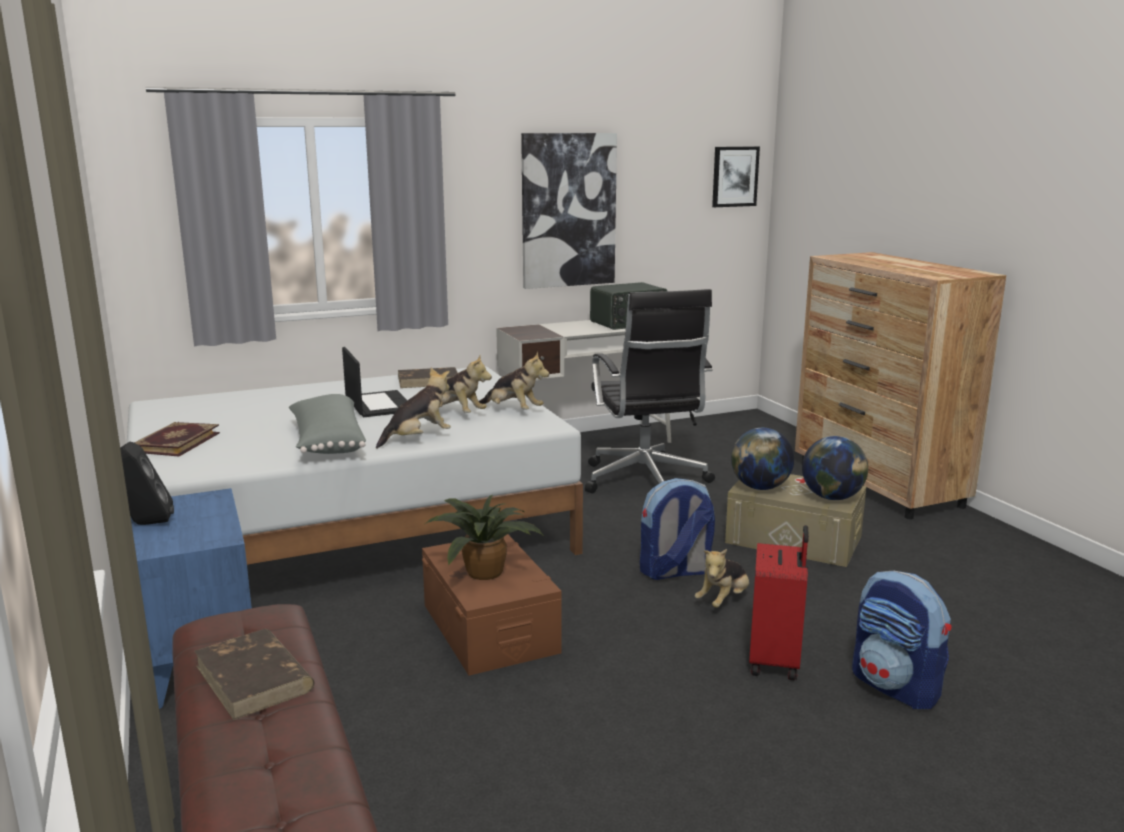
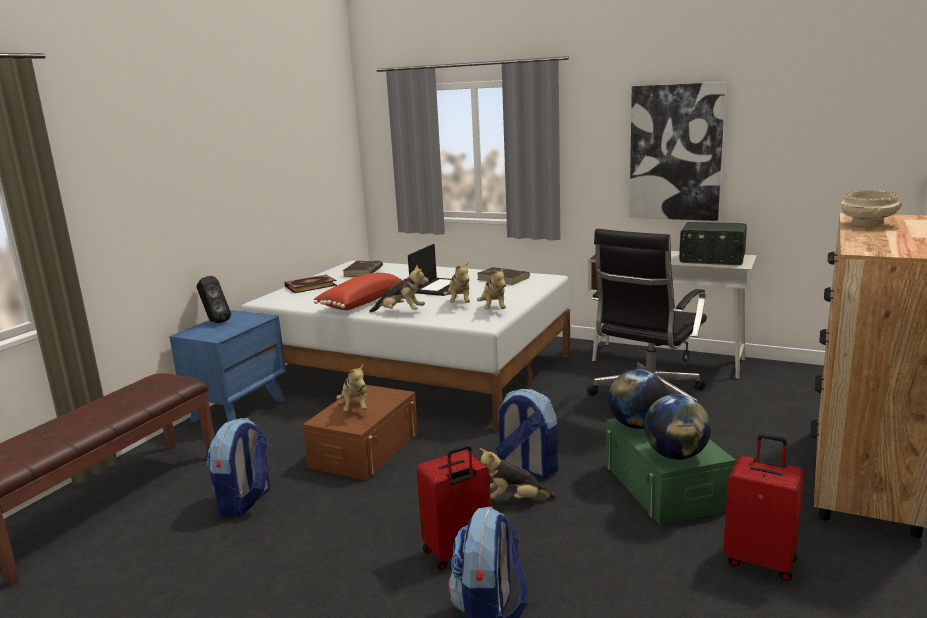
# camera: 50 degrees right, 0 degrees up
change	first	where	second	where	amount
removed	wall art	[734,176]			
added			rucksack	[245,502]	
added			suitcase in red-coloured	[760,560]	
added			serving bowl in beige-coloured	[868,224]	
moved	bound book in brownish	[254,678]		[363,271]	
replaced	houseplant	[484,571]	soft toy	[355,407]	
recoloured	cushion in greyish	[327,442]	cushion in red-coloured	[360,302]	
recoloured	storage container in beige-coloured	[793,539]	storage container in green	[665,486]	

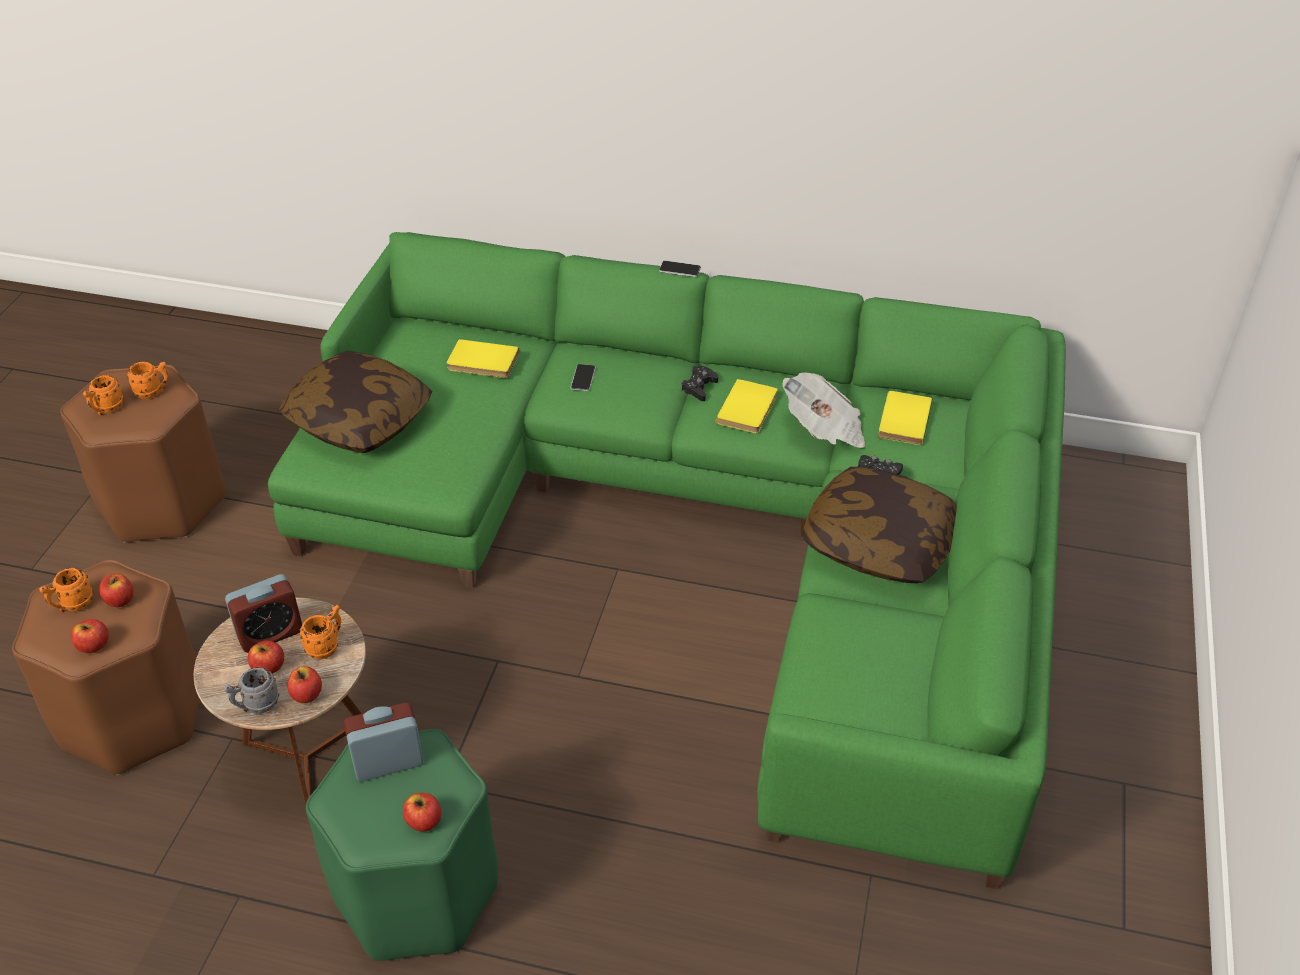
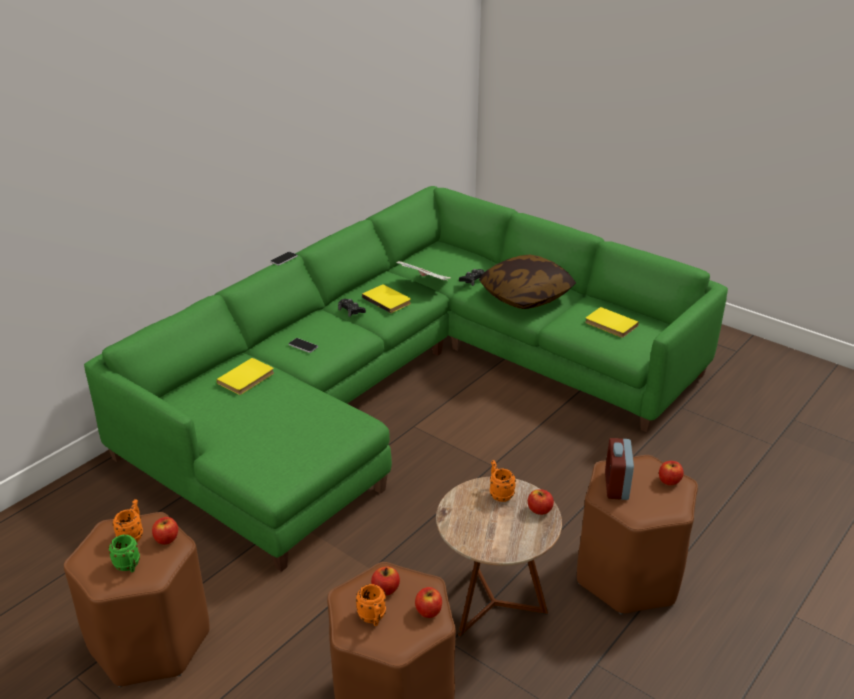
# camera: 65 degrees left, 10 degrees down
change	first	where	second	where	amount
removed	coffee mug in greyish	[256,705]			
removed	table clock	[270,634]			
removed	cushion	[360,420]			
moved	apple	[268,667]		[166,539]	
moved	bound book in yellow-coloured	[902,420]		[610,325]	
recoloured	coffee mug in orange-coloured	[106,409]	coffee mug in green	[129,566]	
recoloured	sitting stool in green	[416,894]	sitting stool in brownish	[629,575]	

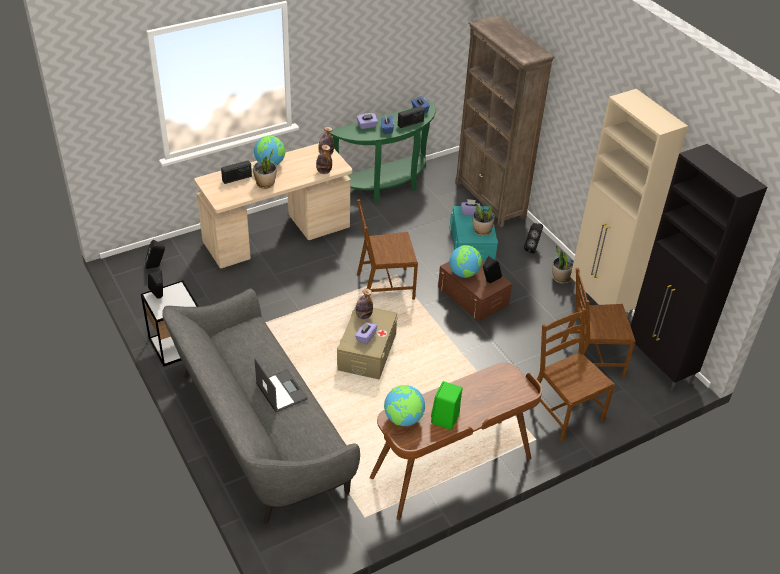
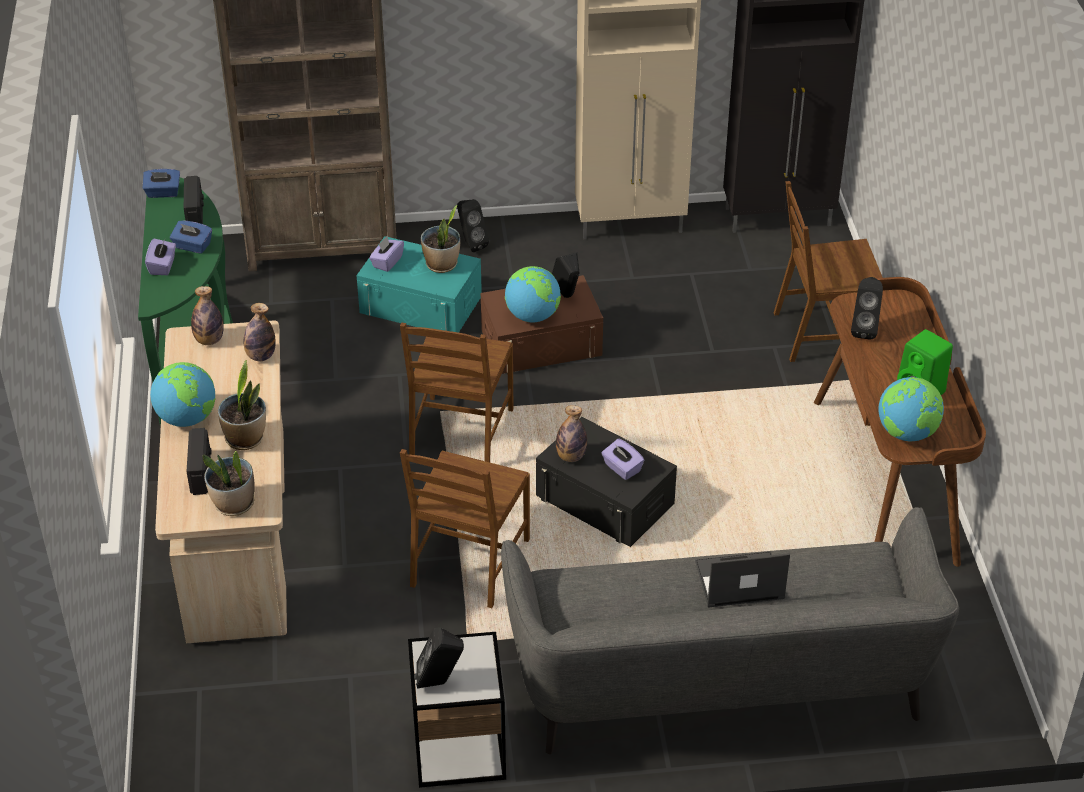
# camera: 65 degrees left, 0 degrees up
change	first	where	second	where	amount
moved	audio speaker in blackish	[156,266]		[864,329]	
moved	houseplant	[561,278]		[234,504]	
moved	chair in brownish	[591,359]		[469,563]	
recoloured	storage container in beige-coloured	[367,352]	storage container in blackish	[605,500]	

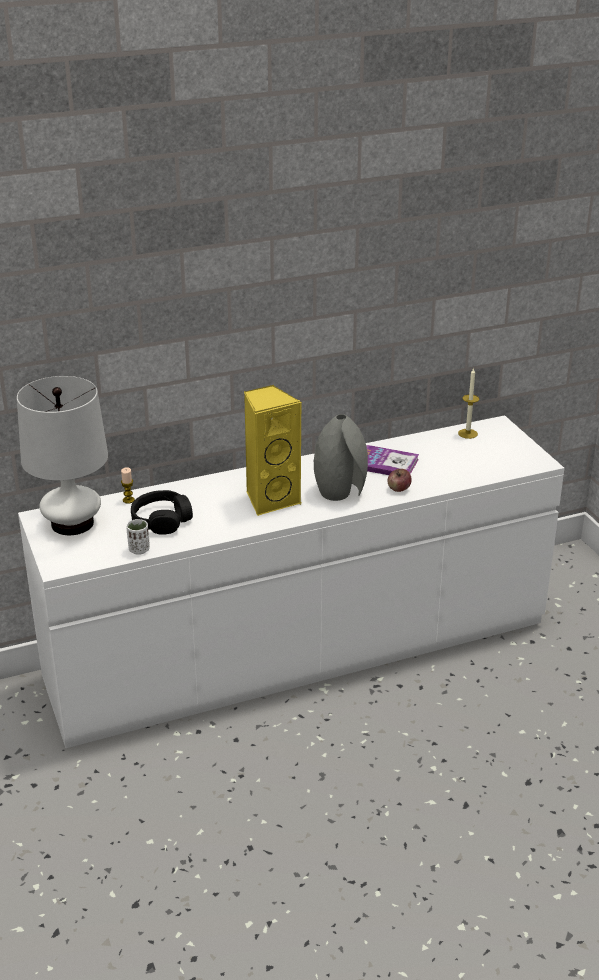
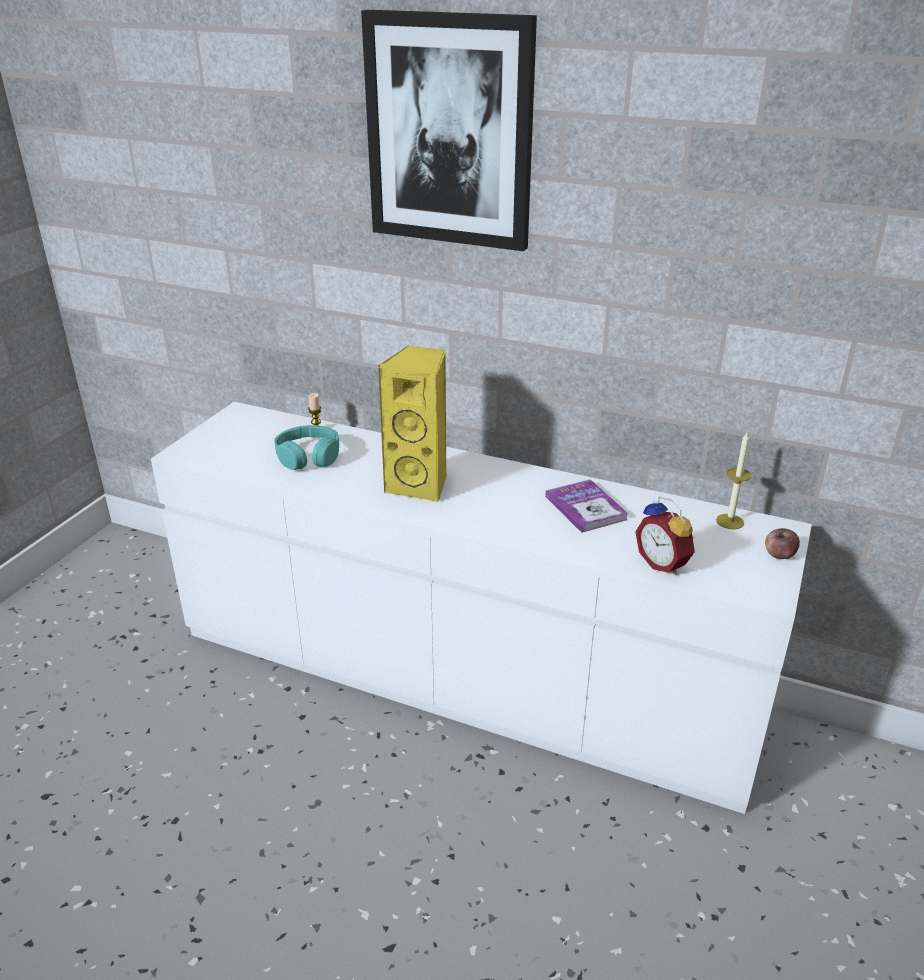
# camera: 45 degrees right, 0 degrees up
change	first	where	second	where	amount
removed	table lamp in whitish	[72,523]			
removed	cup in whitish	[139,550]			
removed	vase in greyish	[341,491]			
added			wall art	[450,132]	
added			table clock	[664,563]	
moved	apple	[399,489]		[779,555]	
recoloured	headphones in blackish	[161,520]	headphones in turquoise-coloured	[308,457]	

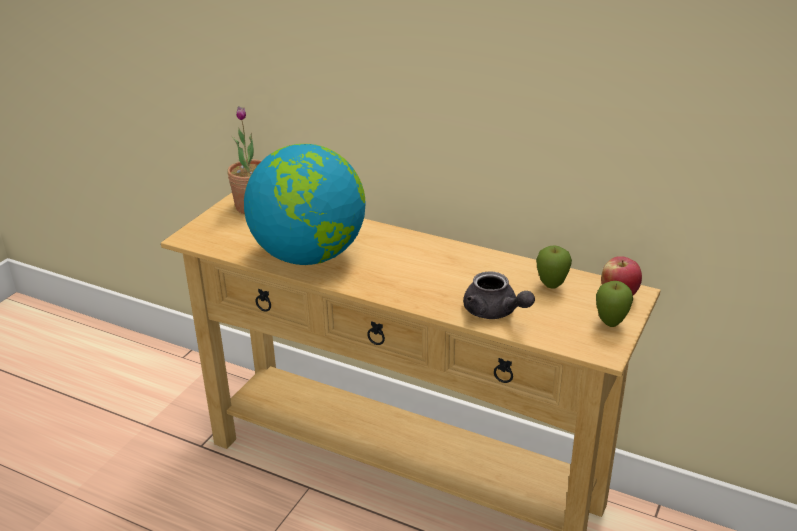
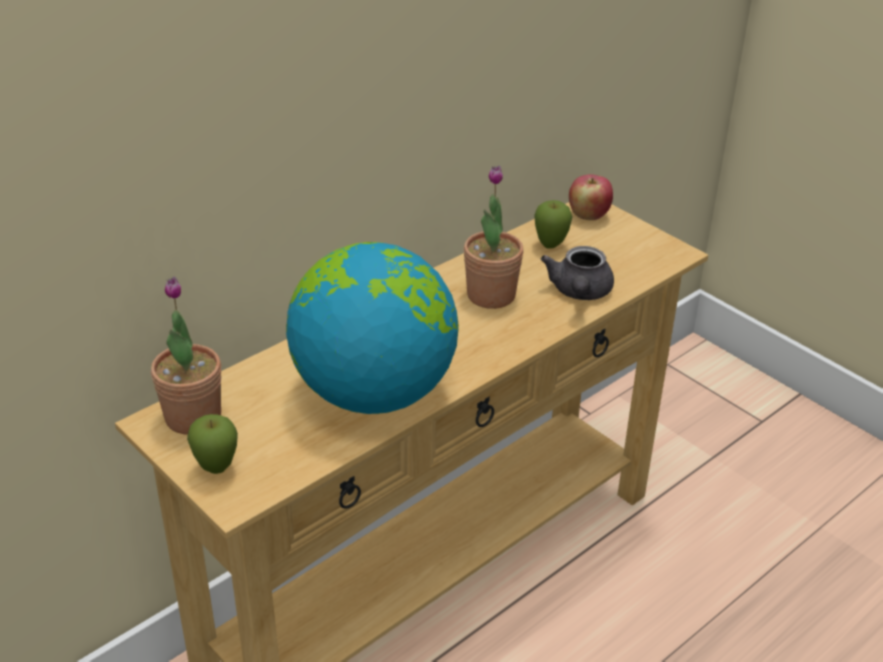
# camera: 70 degrees left, 5 degrees up
change	first	where	second	where	amount
added			houseplant	[491,295]	
moved	apple	[610,324]		[217,469]	
turned	teapot in greyish	[494,312]		[579,293]	120 degrees clockwise

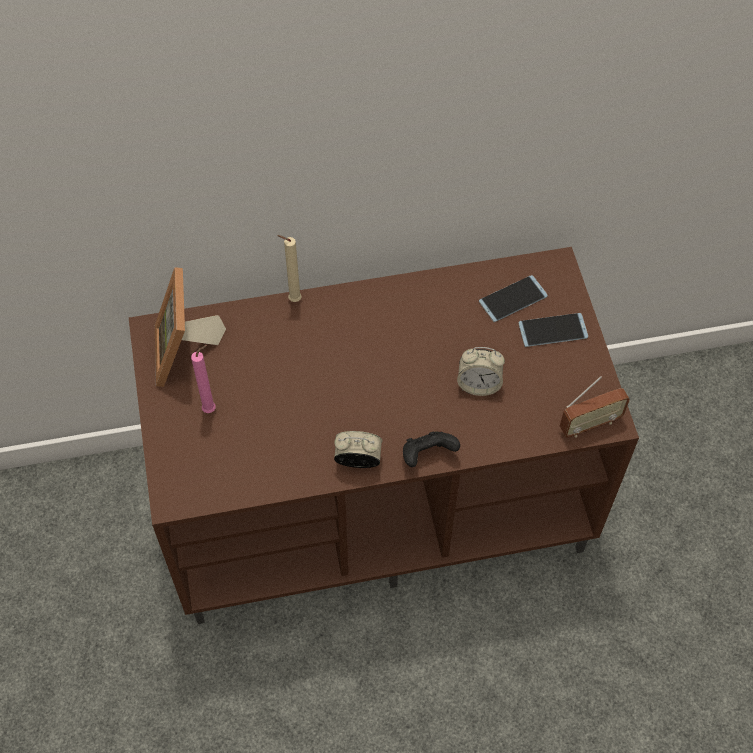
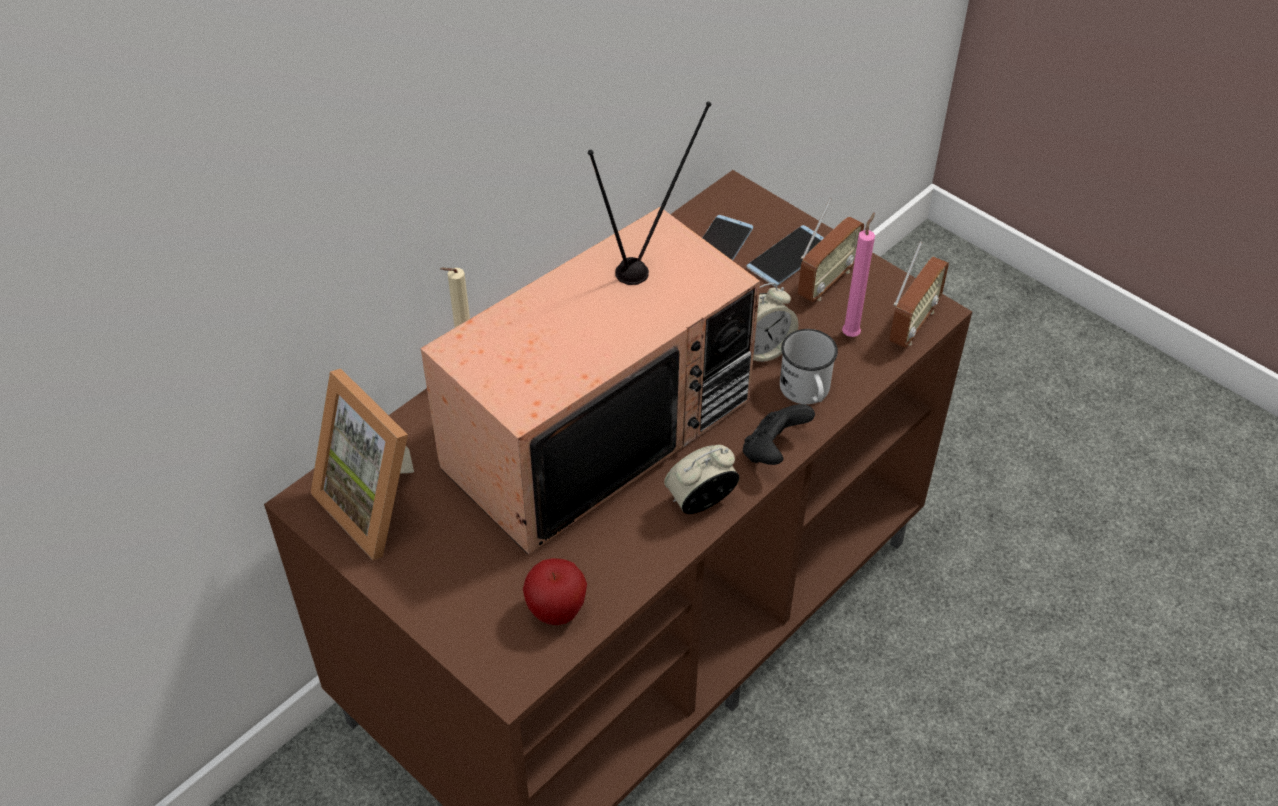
# camera: 35 degrees left, 10 degrees down
change	first	where	second	where	amount
added			television	[596,428]	
added			apple	[556,612]	
added			coffee mug in whitish	[807,393]	
added			radio	[826,282]	
moved	wax light in pink	[211,409]		[851,333]	

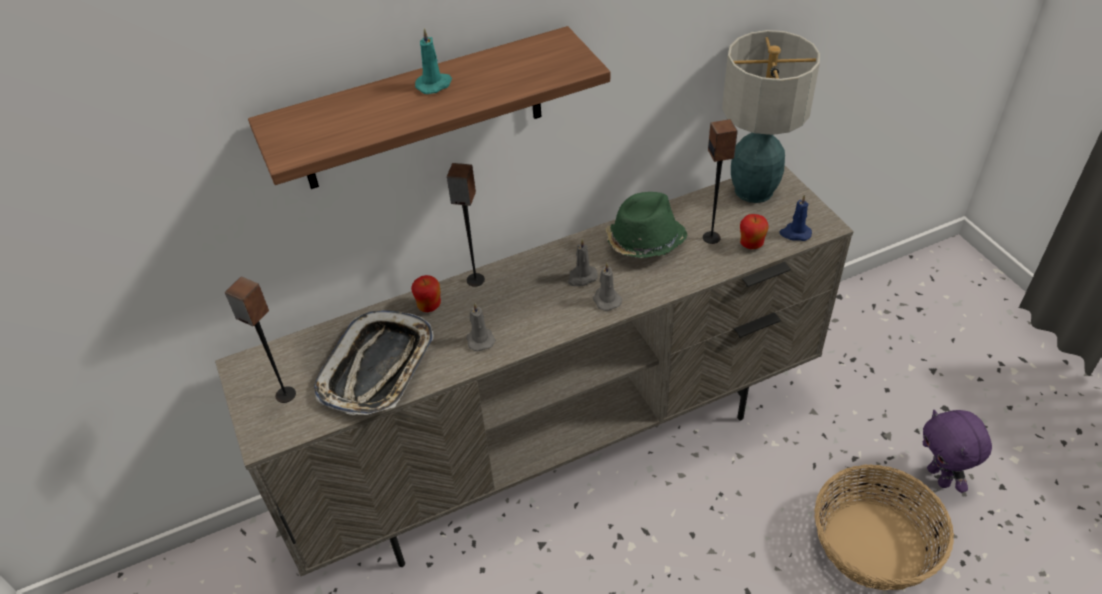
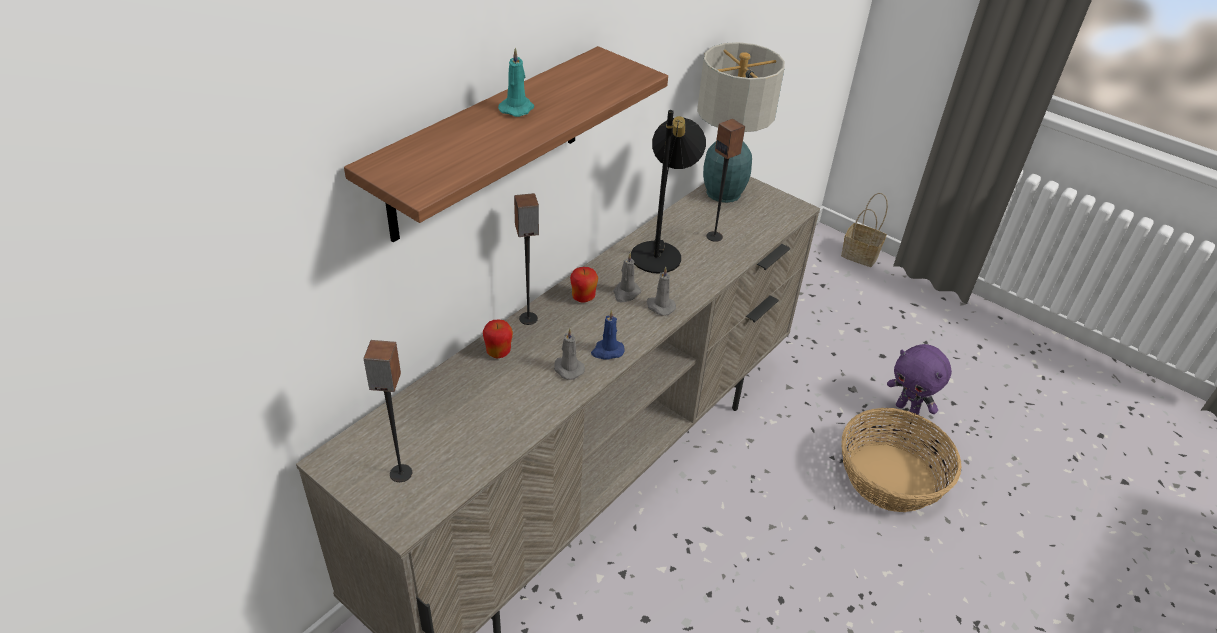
# camera: 30 degrees left, 5 degrees down
change	first	where	second	where	amount
removed	serving tray	[378,368]			
added			household basket	[861,255]	
moved	apple	[751,244]		[583,298]	
moved	wax light in blue-coloured	[795,233]		[607,351]	
replaced	clothing hat in green	[644,241]	table lamp in blackish	[660,252]	

